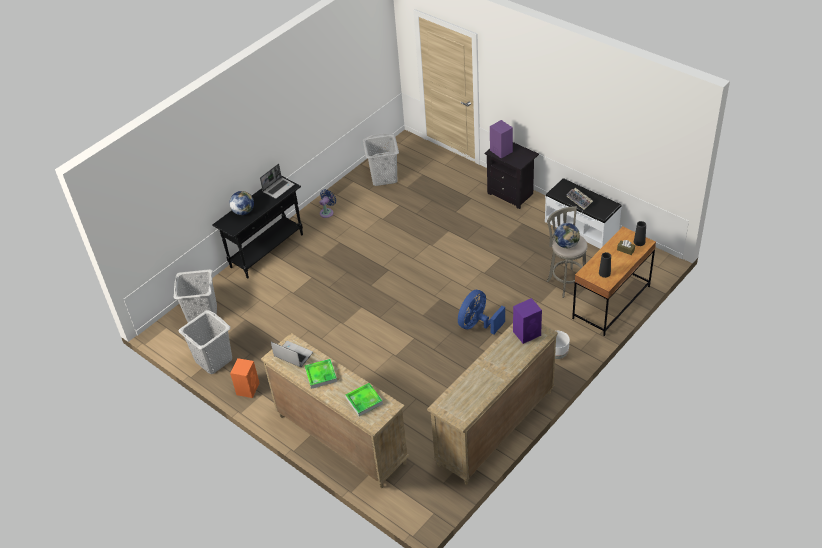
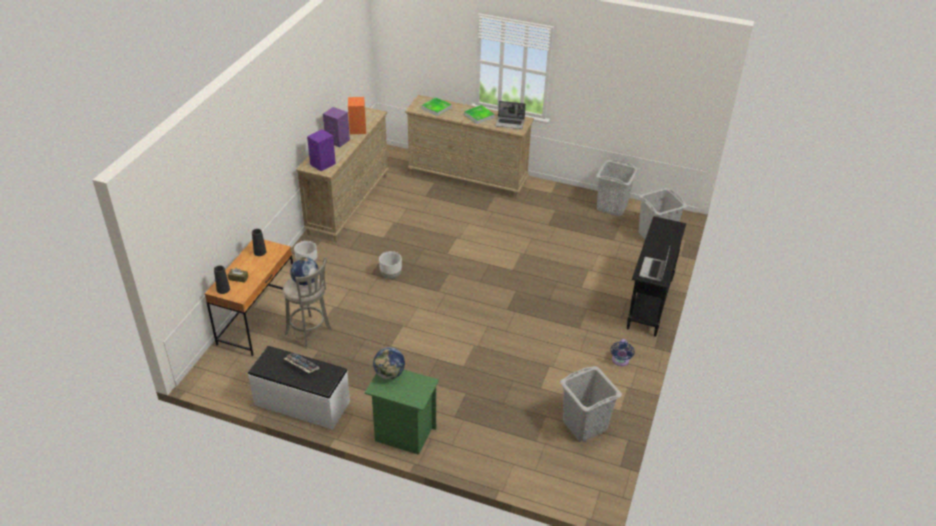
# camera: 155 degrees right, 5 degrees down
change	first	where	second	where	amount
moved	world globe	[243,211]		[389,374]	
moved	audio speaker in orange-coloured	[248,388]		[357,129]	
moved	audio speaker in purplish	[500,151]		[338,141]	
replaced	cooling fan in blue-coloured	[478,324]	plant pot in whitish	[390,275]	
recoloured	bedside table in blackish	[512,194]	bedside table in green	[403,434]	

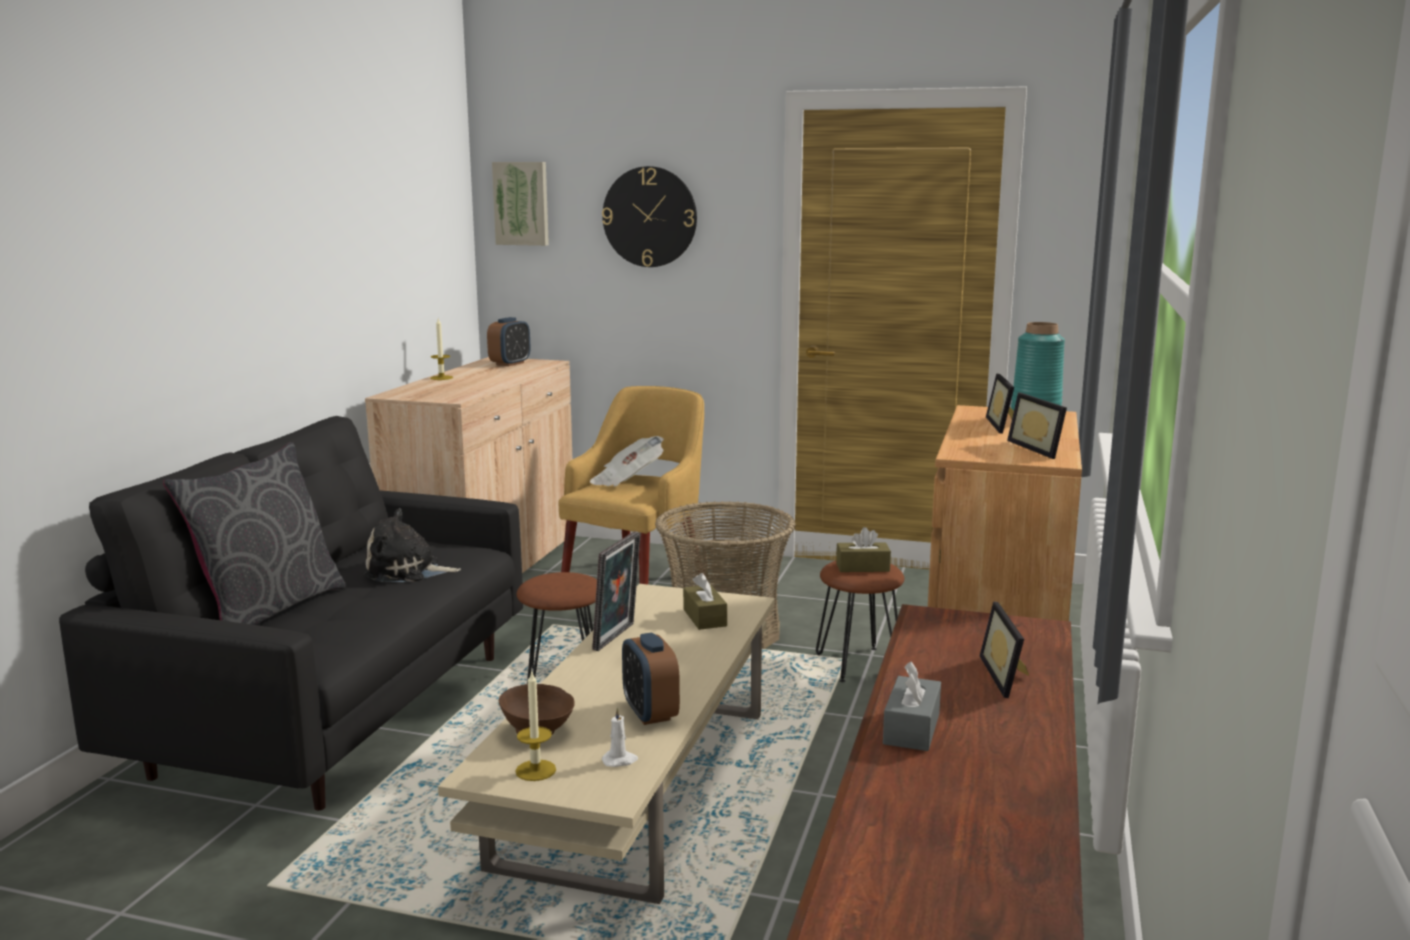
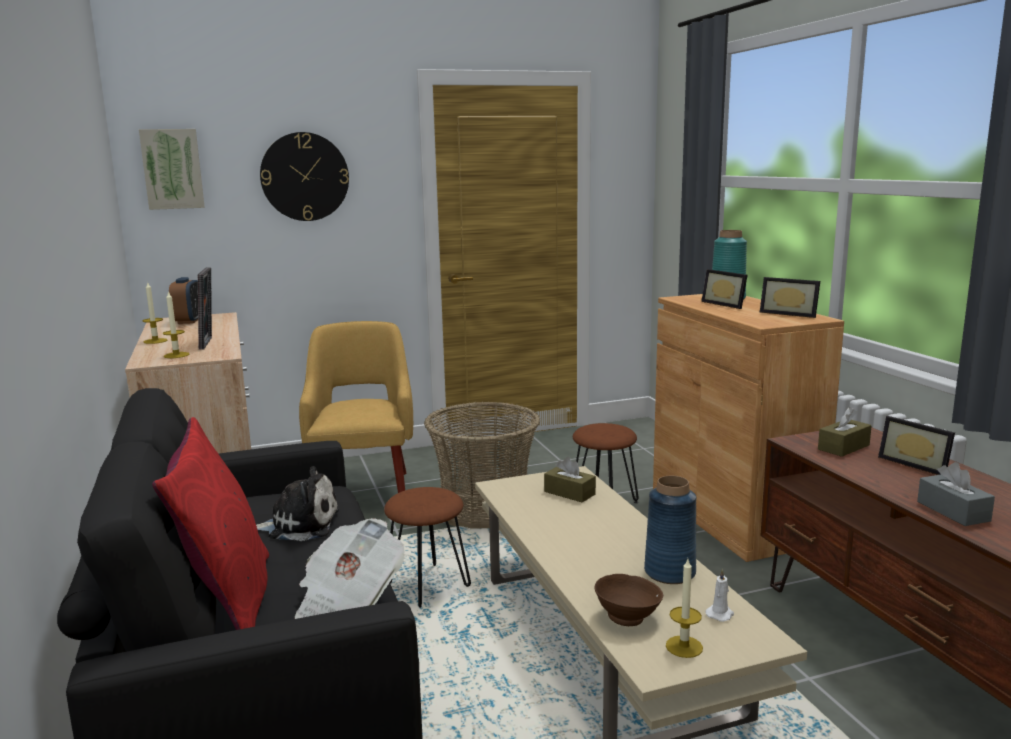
# camera: 35 degrees left, 0 degrees up
change	first	where	second	where	amount
added			wax light	[176,355]	
moved	daily paper	[627,481]		[348,600]	
moved	standing frame	[618,637]		[209,343]	
moved	tissue box in brownish	[862,567]		[843,447]	
replaced	table clock	[650,713]	vase in blue-coloured	[670,572]	
recoloured	cushion in greyish	[268,609]	cushion in red-coloured	[228,601]	
turned	soft toy	[407,571]		[299,525]	150 degrees counterclockwise

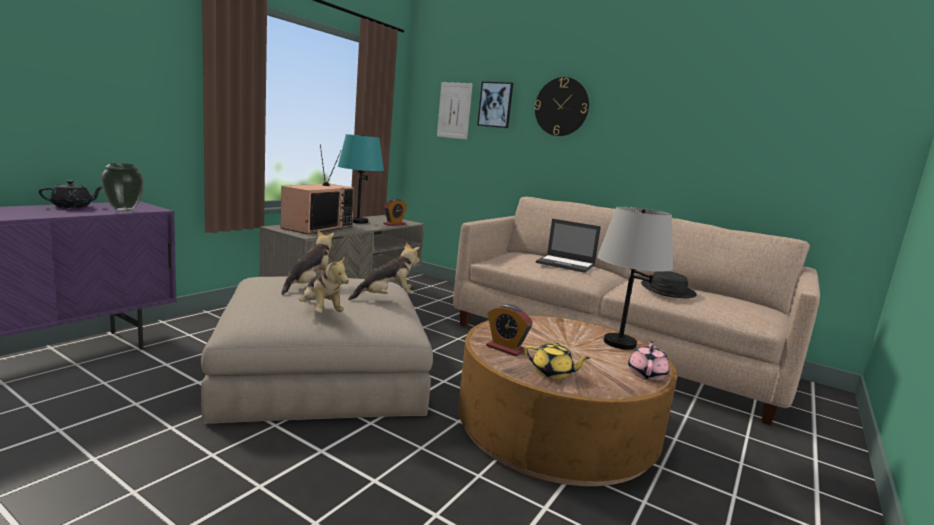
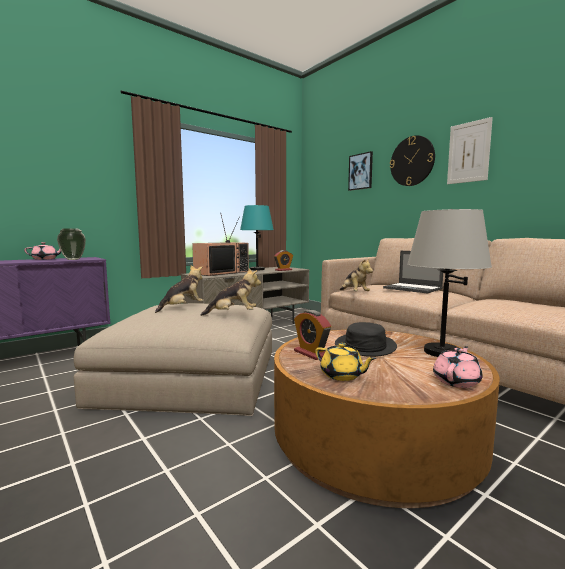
# camera: 20 degrees right, 5 degrees down
change	first	where	second	where	amount
moved	soft toy	[320,312]		[354,293]	
moved	wall art	[454,110]		[468,152]	
moved	clothing hat in blackish	[667,290]		[365,346]	
recoloured	teapot in blackish	[73,206]	teapot in pink	[45,259]	

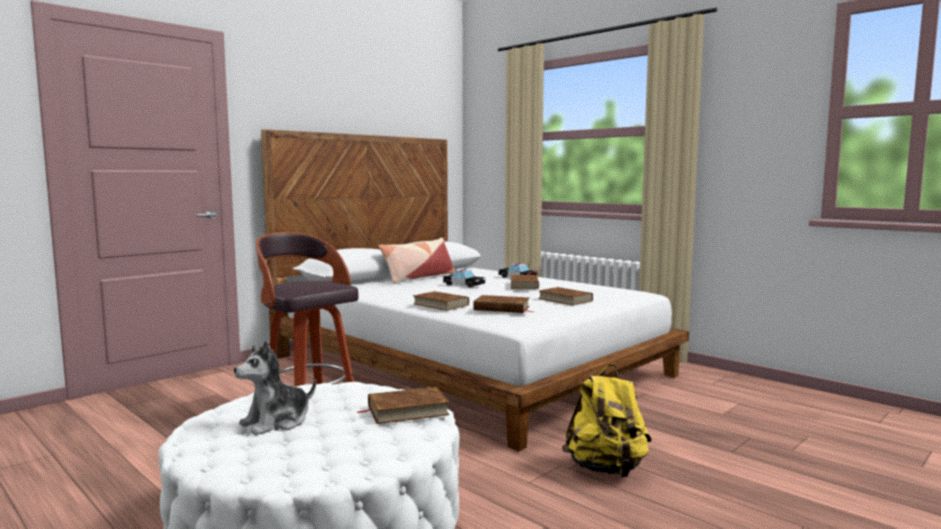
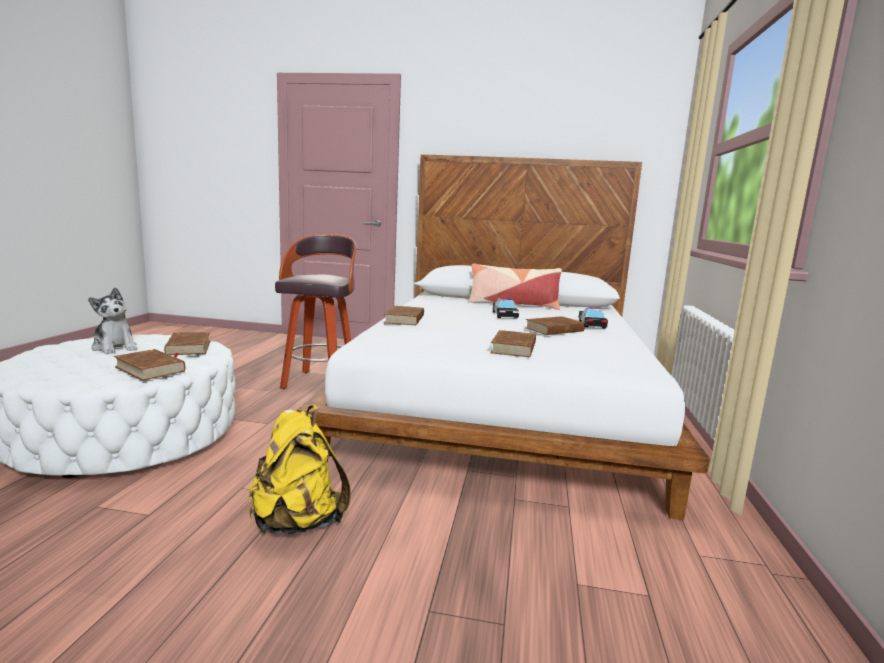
# camera: 55 degrees right, 5 degrees up
change	first	where	second	where	amount
moved	bound book in brownish	[502,308]		[188,348]	
turned	soft toy	[276,422]		[115,348]	150 degrees counterclockwise

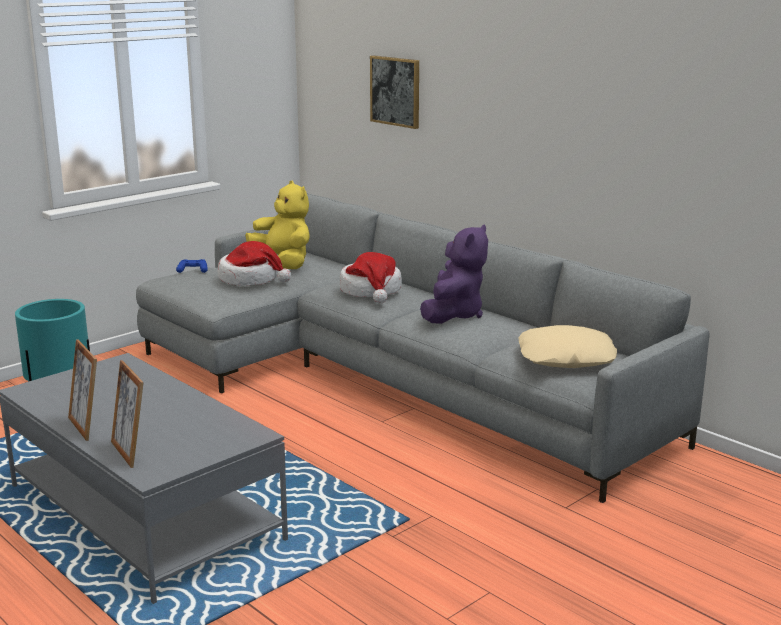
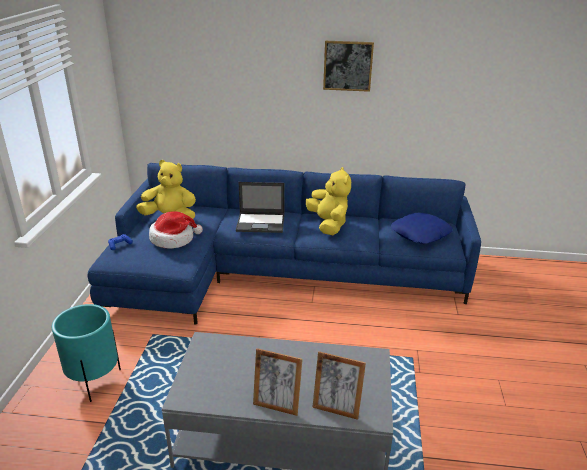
# camera: 40 degrees left, 10 degrees up
change	first	where	second	where	amount
moved	wall art	[395,91]		[348,66]	
replaced	clothing hat	[371,291]	notebook computer	[261,223]	
recoloured	sofa in greyish	[390,380]	sofa in blue-coloured	[276,272]	
recoloured	soft toy in purplish	[453,314]	soft toy in yellow-coloured	[328,224]	
recoloured	cushion in beige-coloured	[566,358]	cushion in blue-coloured	[421,234]	

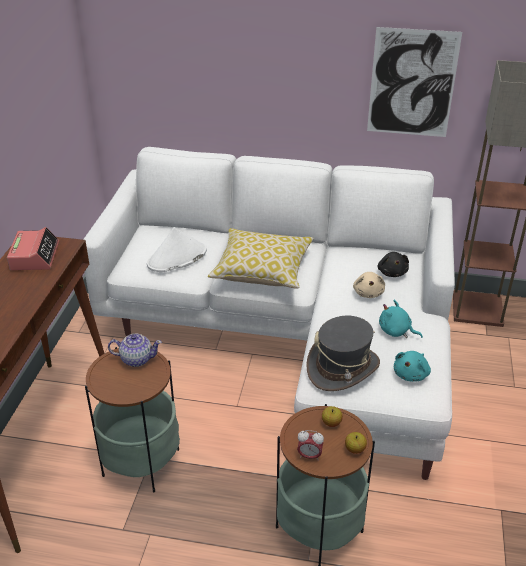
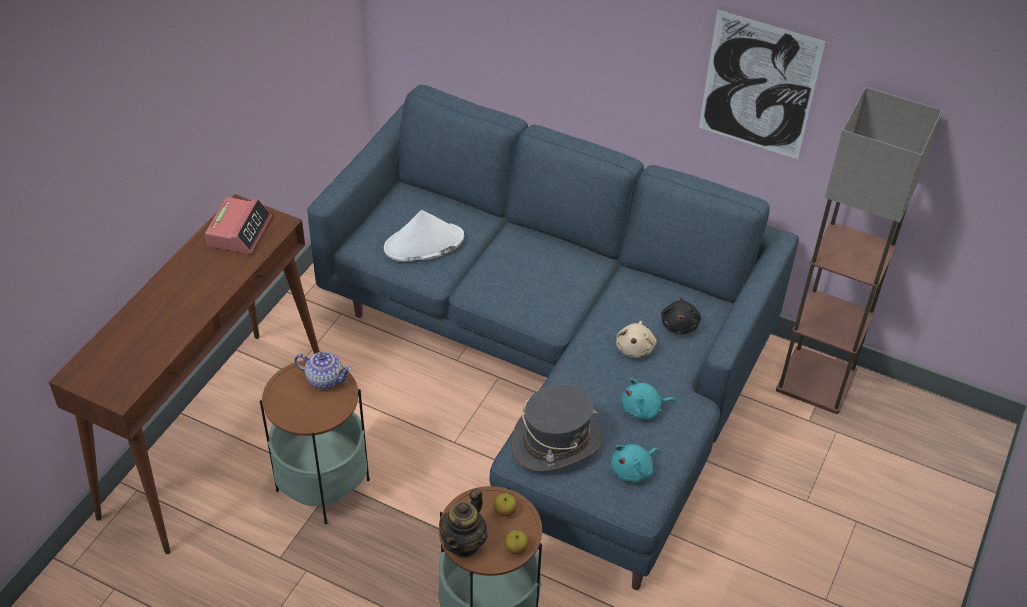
# camera: 15 degrees right, 10 degrees up
change	first	where	second	where	amount
removed	cushion	[262,270]			
replaced	table clock	[309,456]	teapot	[464,543]	
recoloured	sofa in whitish	[291,337]	sofa in blue-coloured	[556,365]	
turned	soft toy in turquoise-coloured	[396,331]		[643,409]	60 degrees counterclockwise

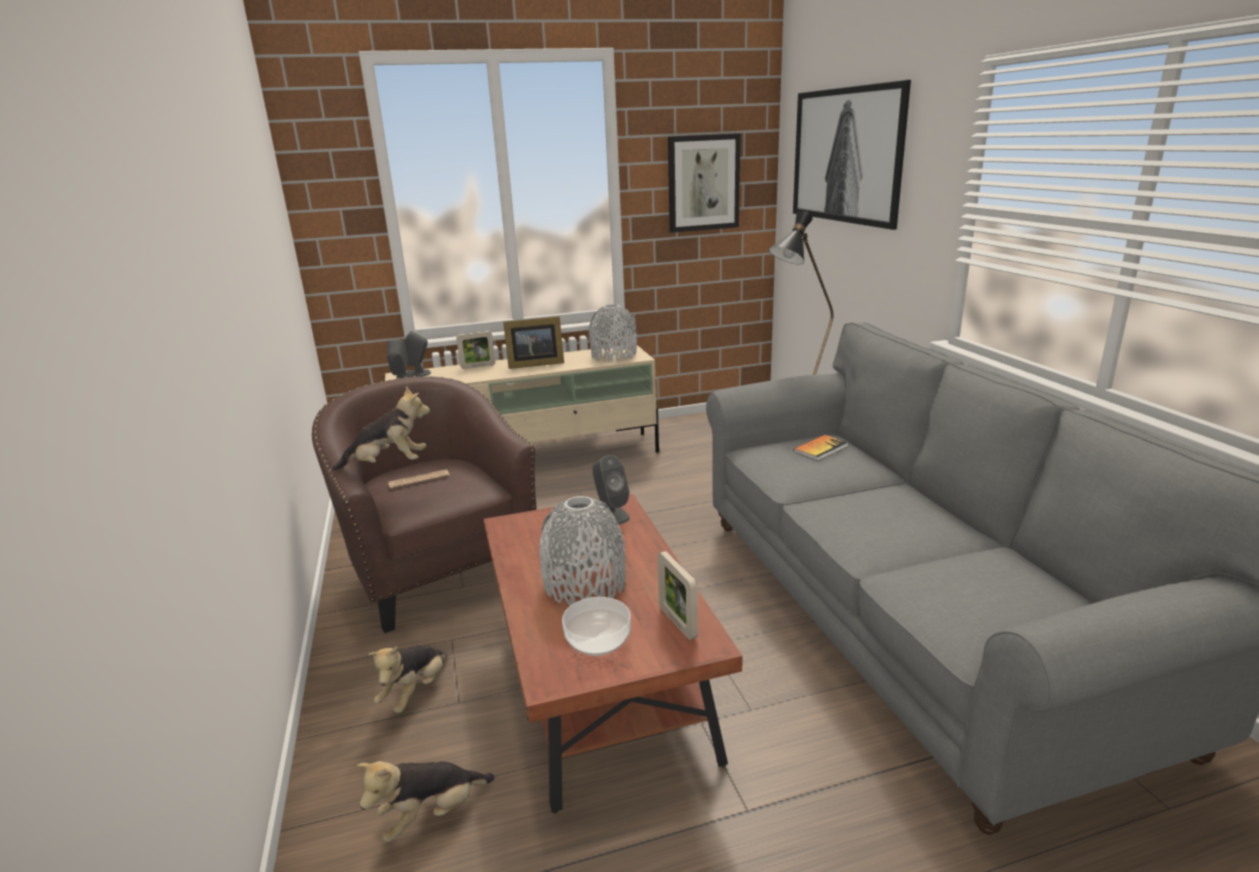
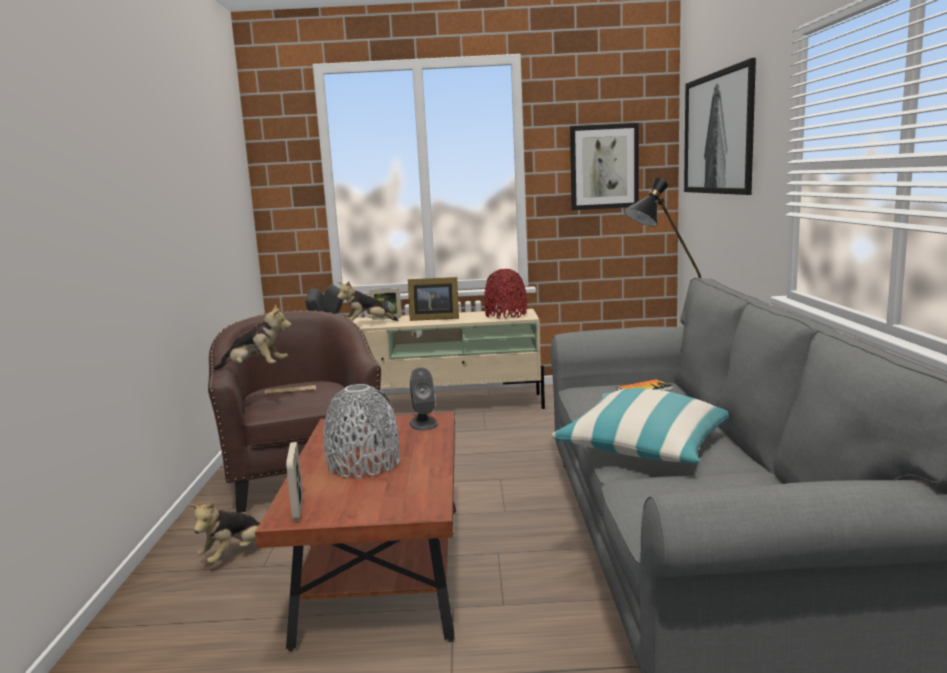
# camera: 15 degrees right, 10 degrees down
change	first	where	second	where	amount
removed	serving bowl	[598,640]			
added			cushion	[644,446]	
moved	soft toy	[431,815]		[367,324]	
moved	standing frame	[677,622]		[298,508]	
recoloured	vase in greyish	[614,355]	vase in red-coloured	[506,315]	

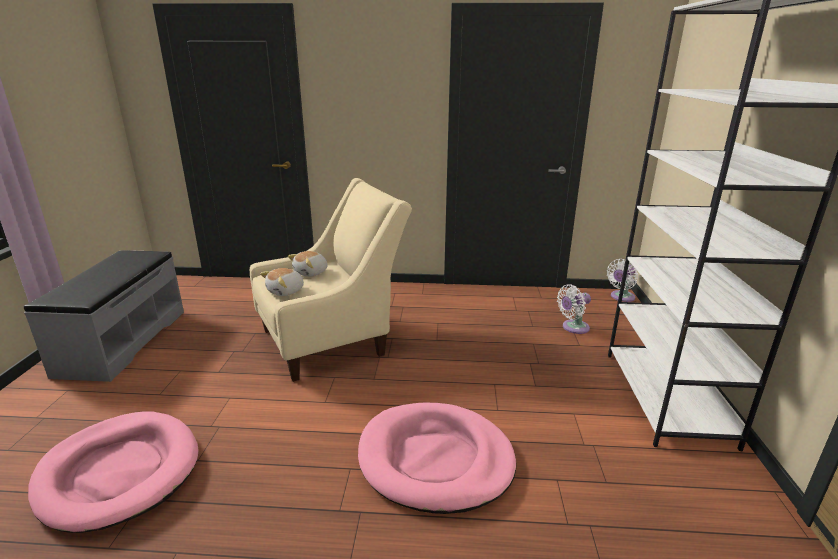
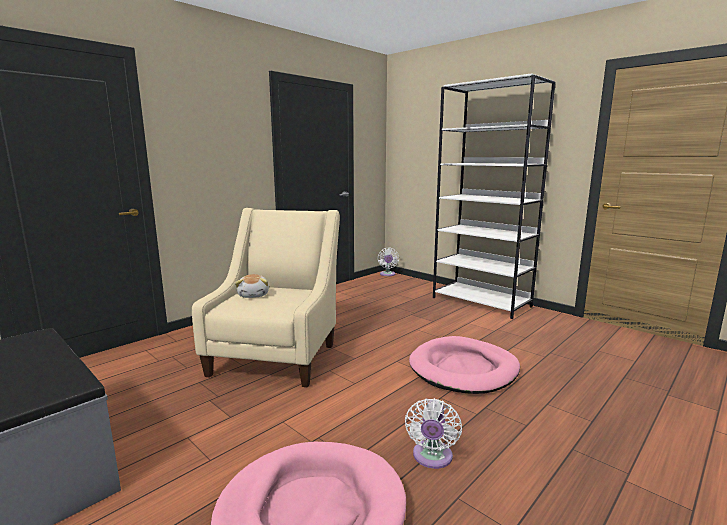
# camera: 50 degrees left, 10 degrees down
change	first	where	second	where	amount
removed	soft toy	[286,291]			
moved	cooling fan in whitish	[573,328]		[432,458]	

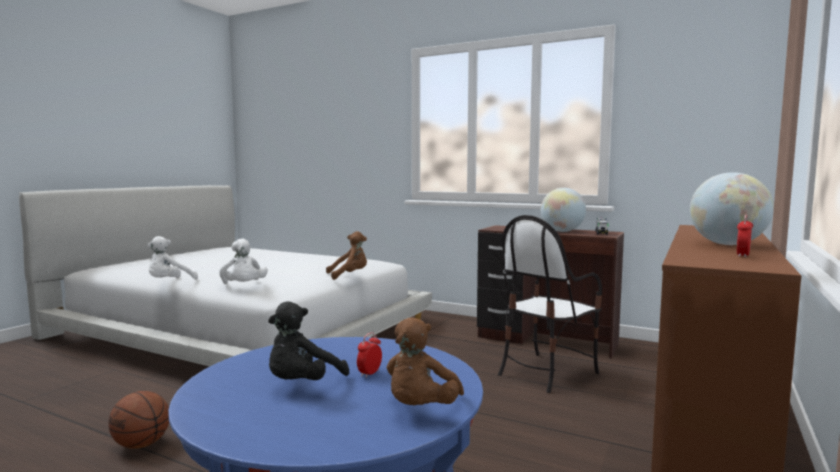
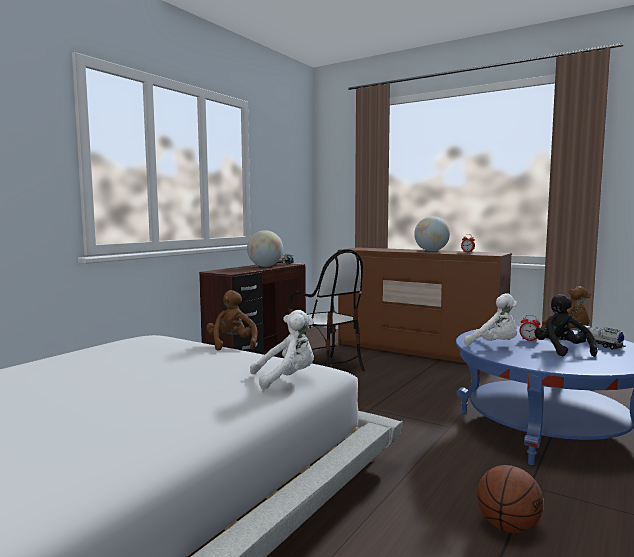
# camera: 85 degrees left, 0 degrees up
change	first	where	second	where	amount
added			model truck	[600,345]	
moved	soft toy in whitish	[169,282]		[494,345]	
turned	soft toy in blackish	[302,384]		[561,350]	135 degrees counterclockwise

